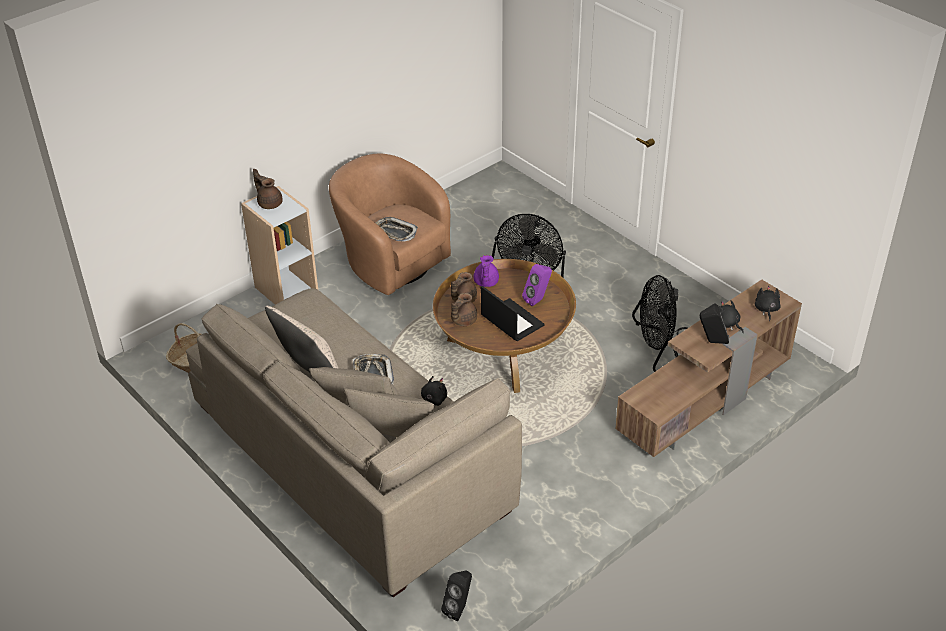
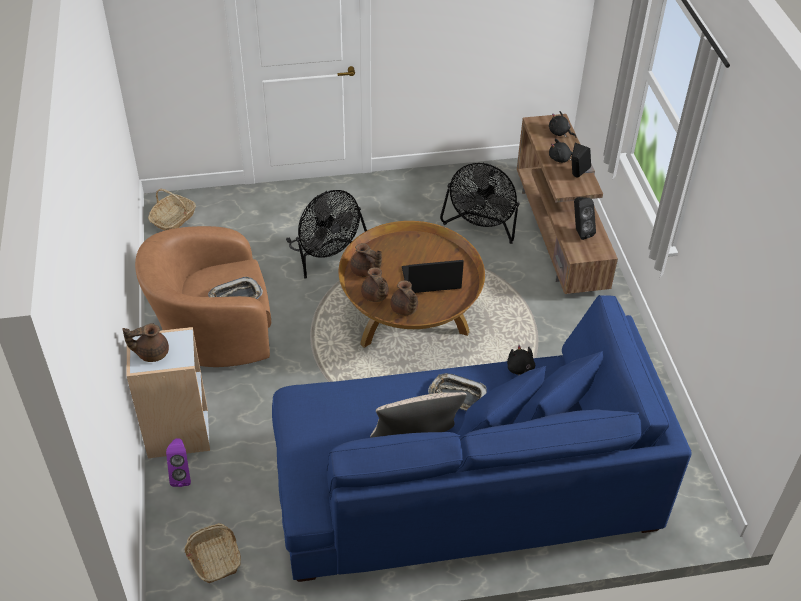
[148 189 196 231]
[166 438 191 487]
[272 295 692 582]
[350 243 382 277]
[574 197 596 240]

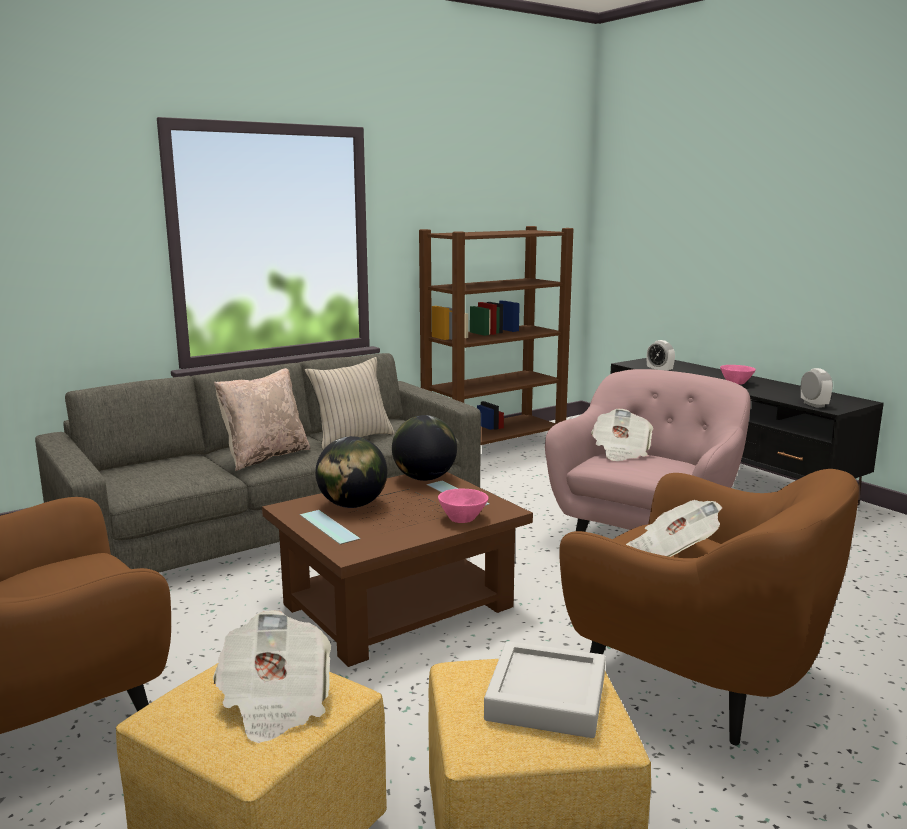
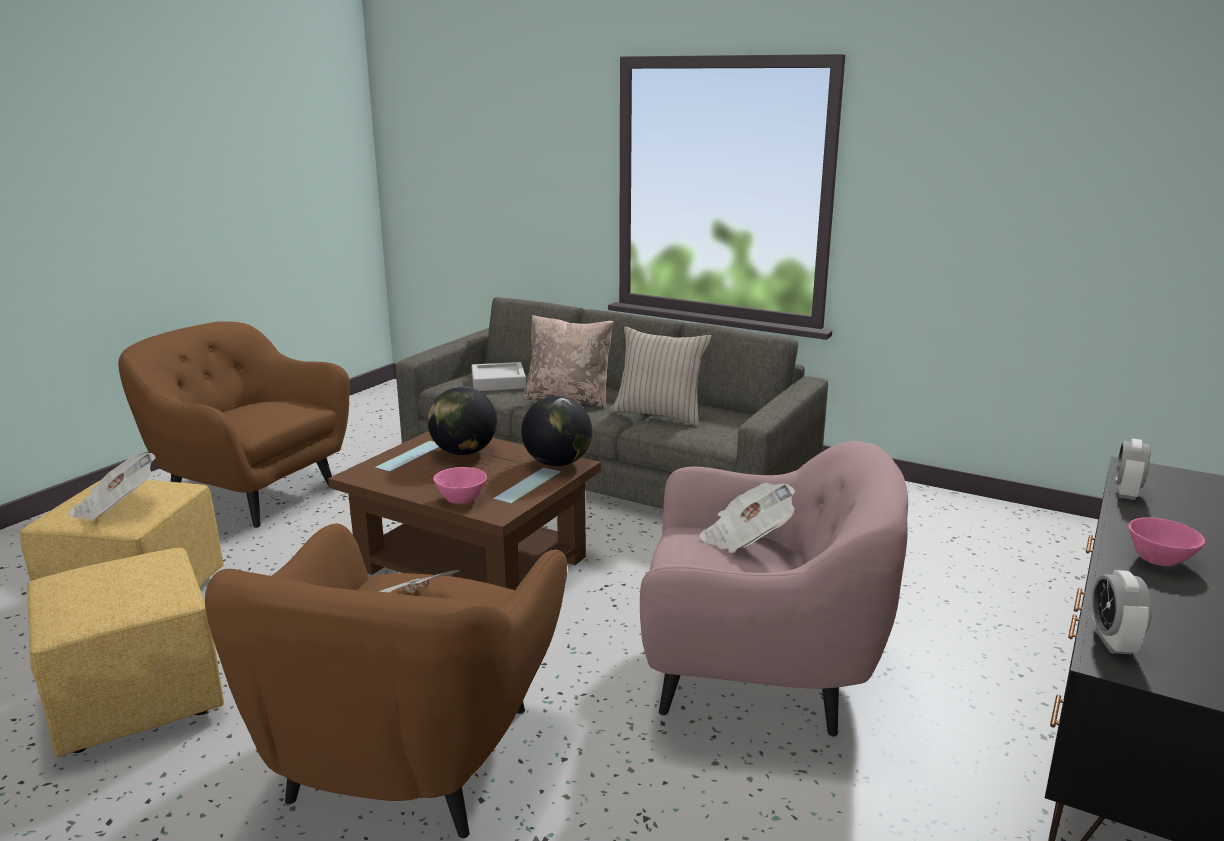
[471 362 526 391]
[1092 570 1152 654]
[419 226 573 445] (first image)

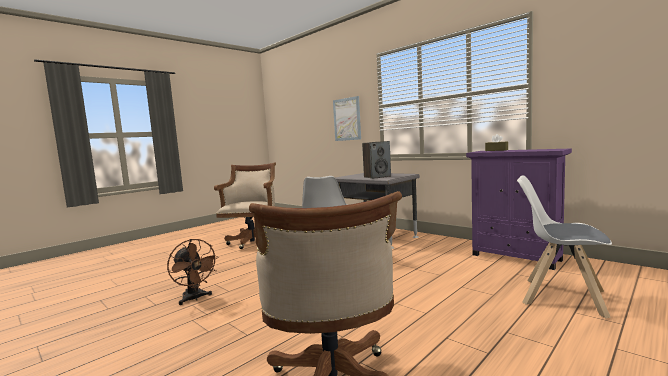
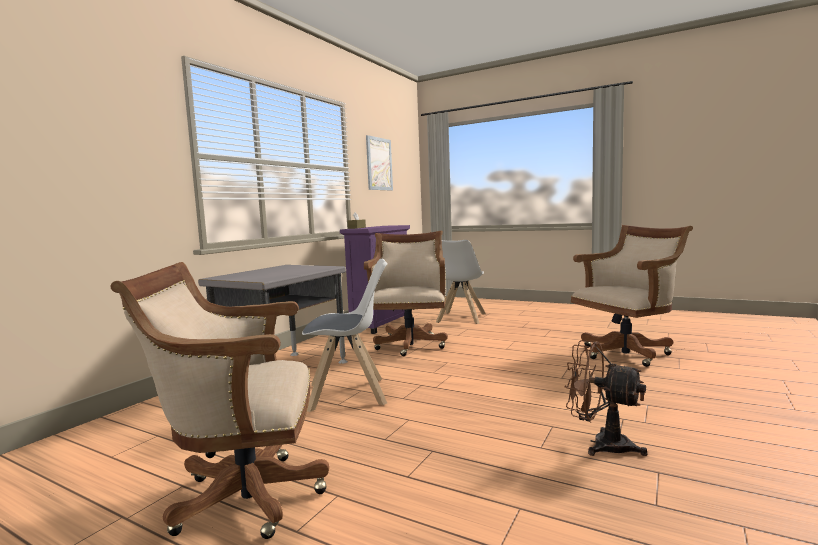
[364 231 448 356]
[366 135 393 191]
[565 340 647 456]
[362 141 391 179] (first image)

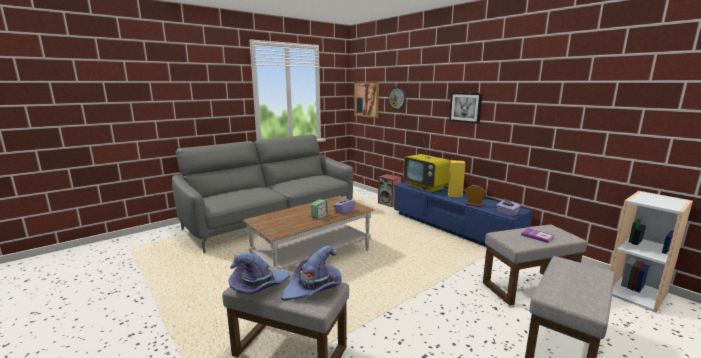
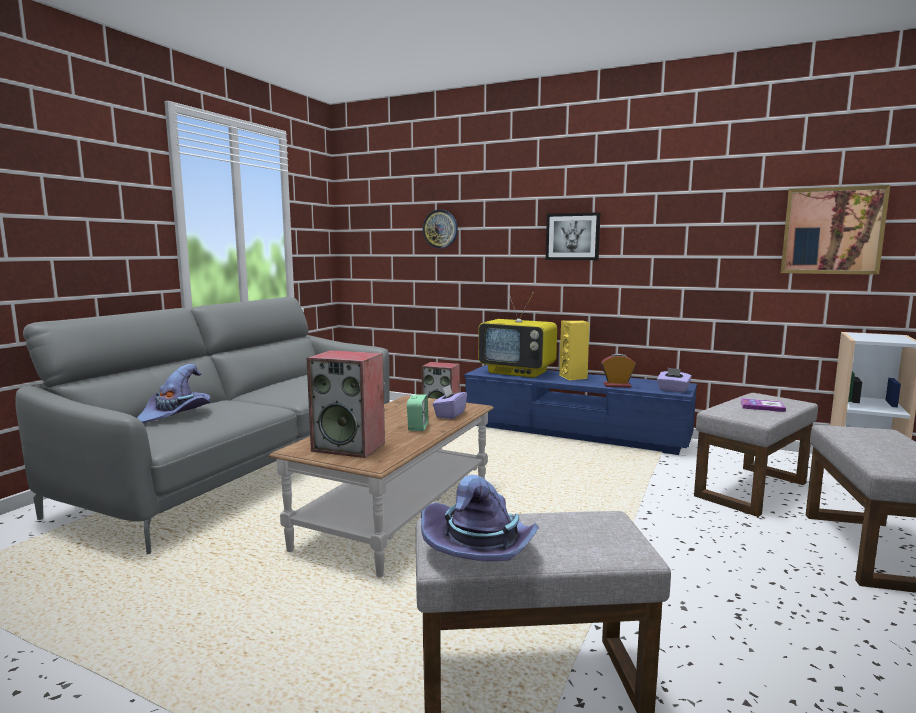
[137 364 210 424]
[307 350 385 458]
[781 185 890 275]

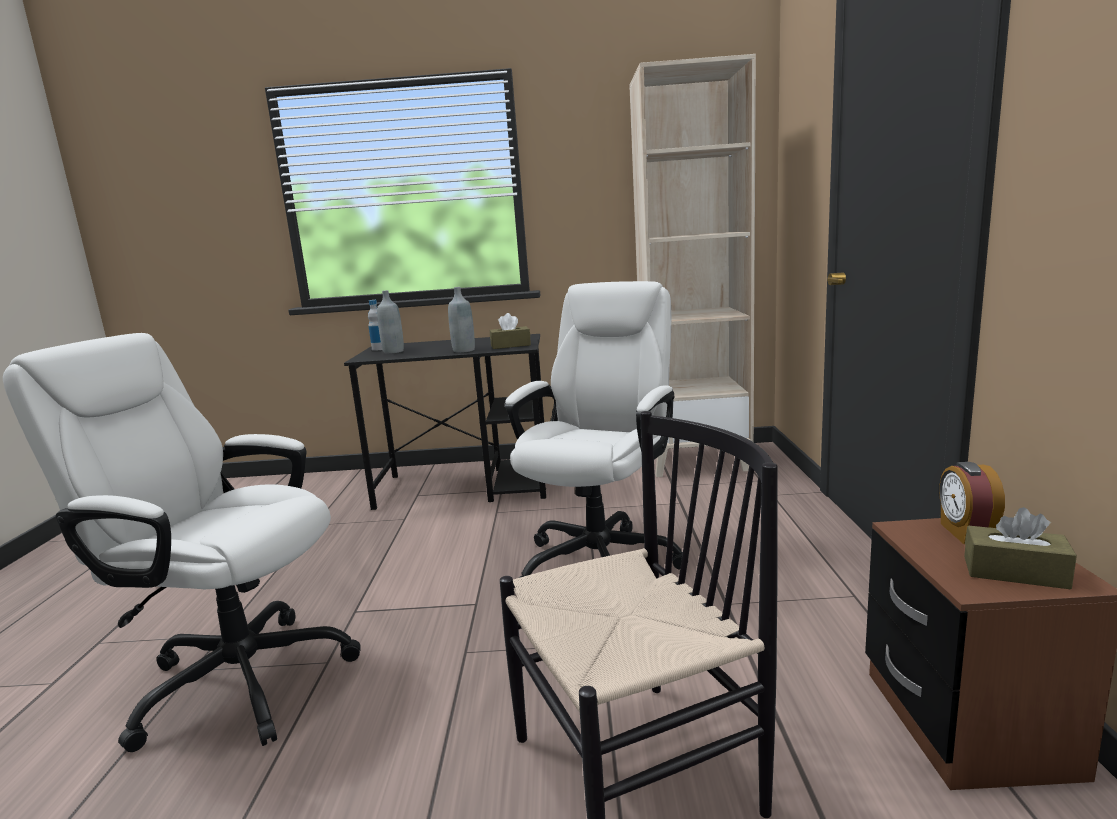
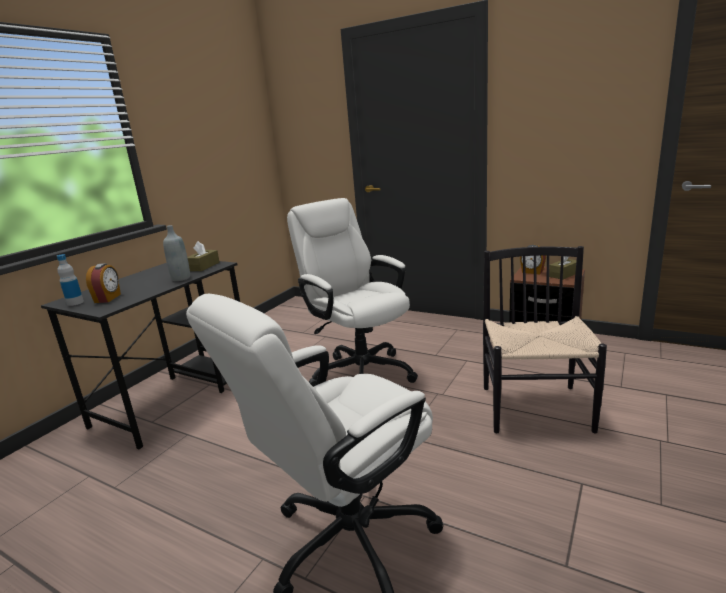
[86 263 121 303]
[629 54 756 477] (first image)

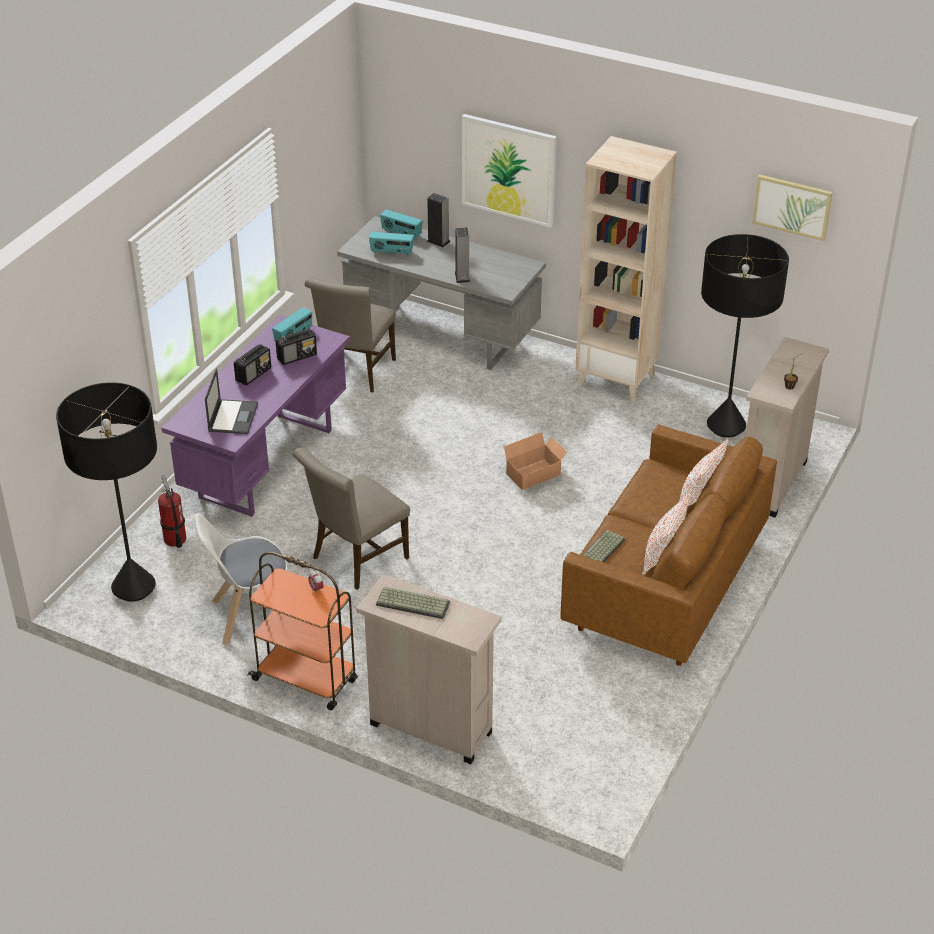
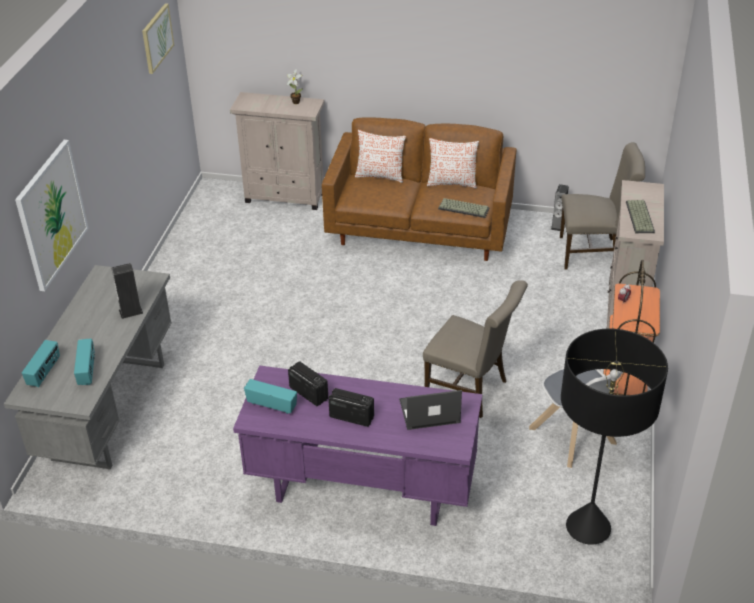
[551 184 569 231]
[560 142 645 270]
[158 475 186 548] (first image)
[502 432 567 490] (first image)
[576 136 677 402] (first image)
[701 234 789 438] (first image)

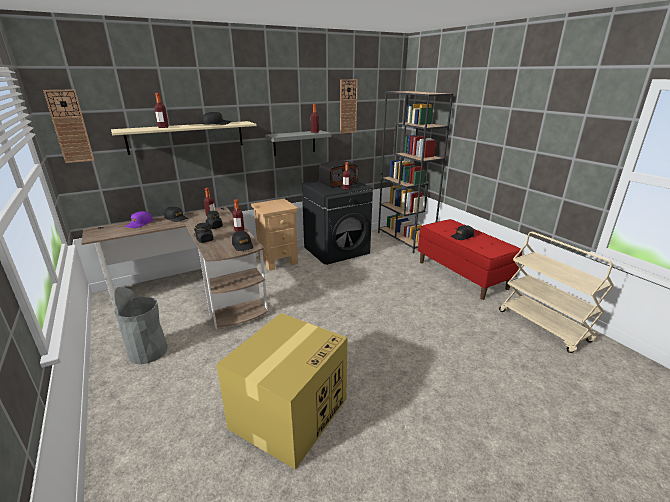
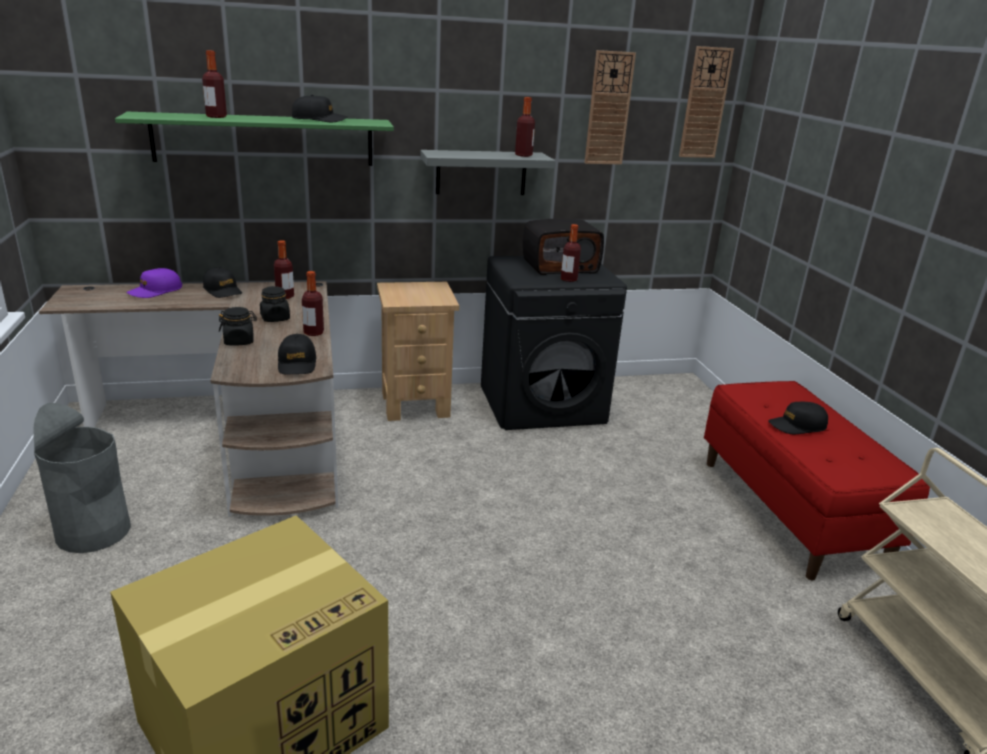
[115 112 394 166]
[679 46 734 158]
[378 91 453 253] (first image)

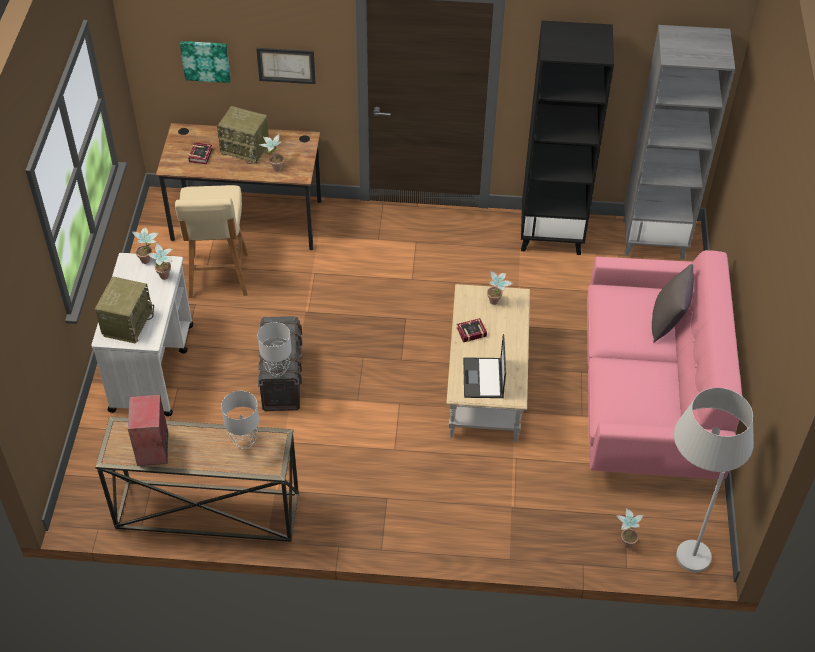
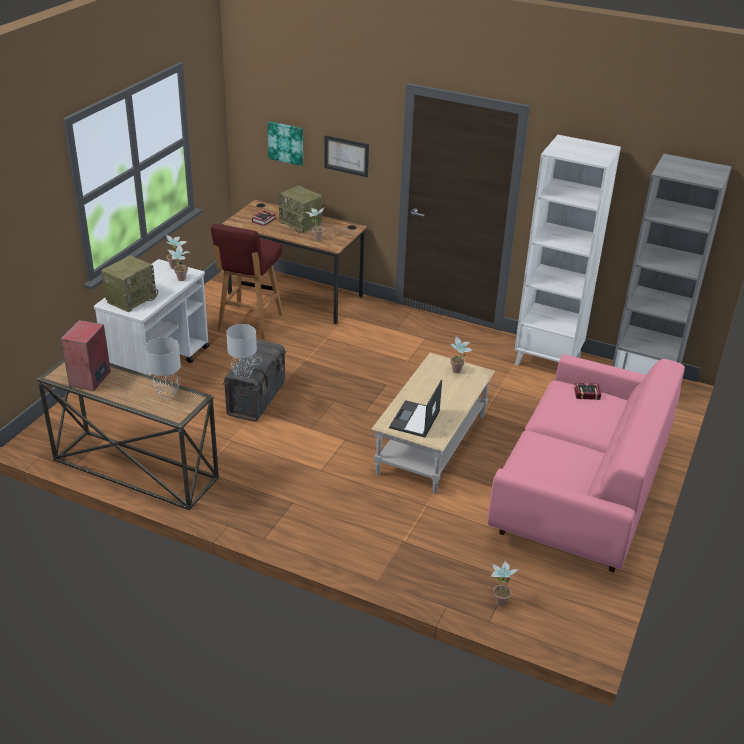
[210 224 283 340]
[515 135 621 365]
[574 383 601 400]
[652 264 694 342] (first image)
[674 388 754 572] (first image)

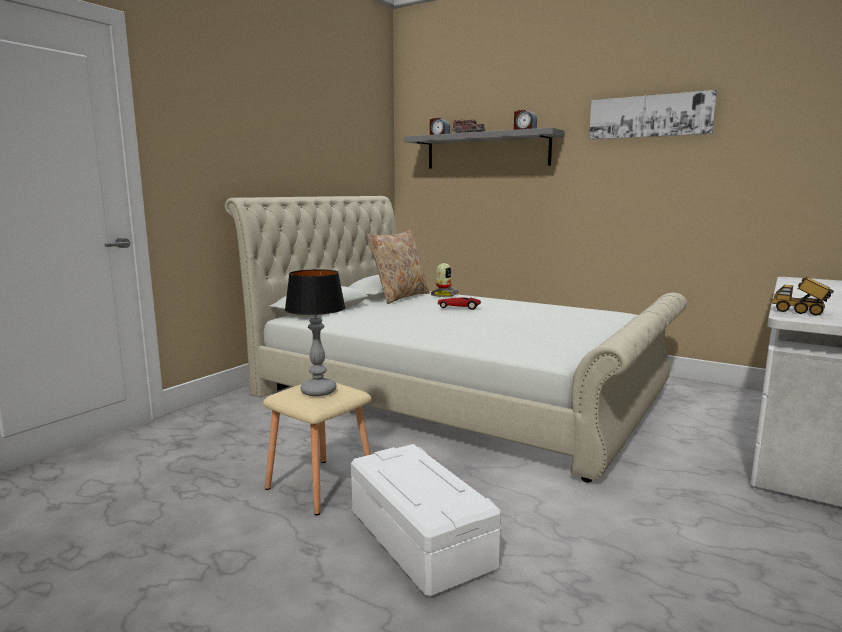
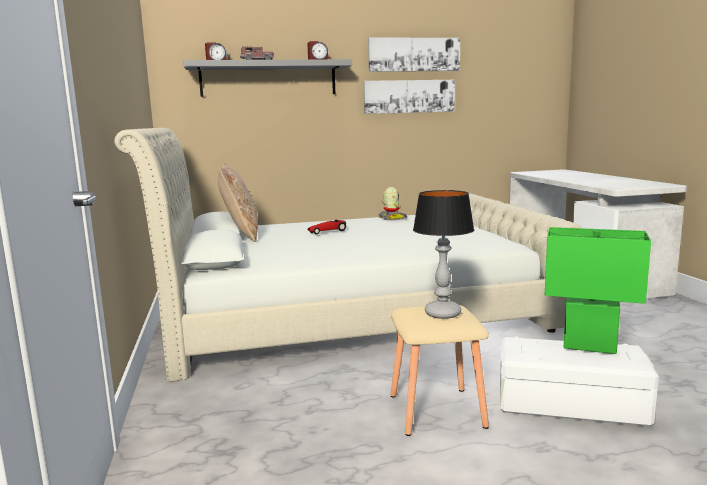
[364 80 455 114]
[378 187 408 220]
[545 227 651 354]
[772 276 834 316] (first image)

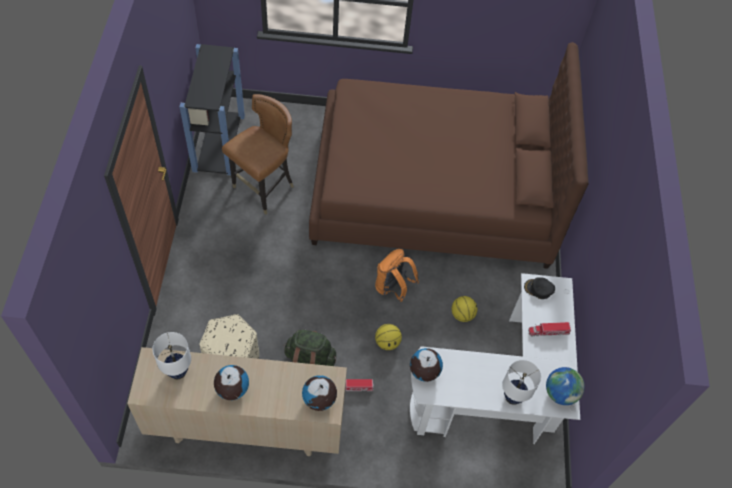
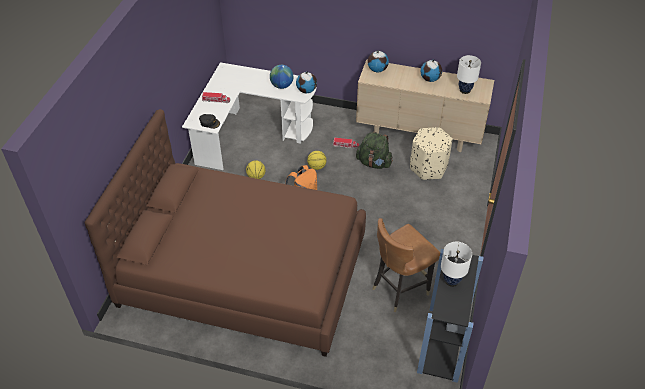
[270 65 293 89]
[441 242 472 287]

